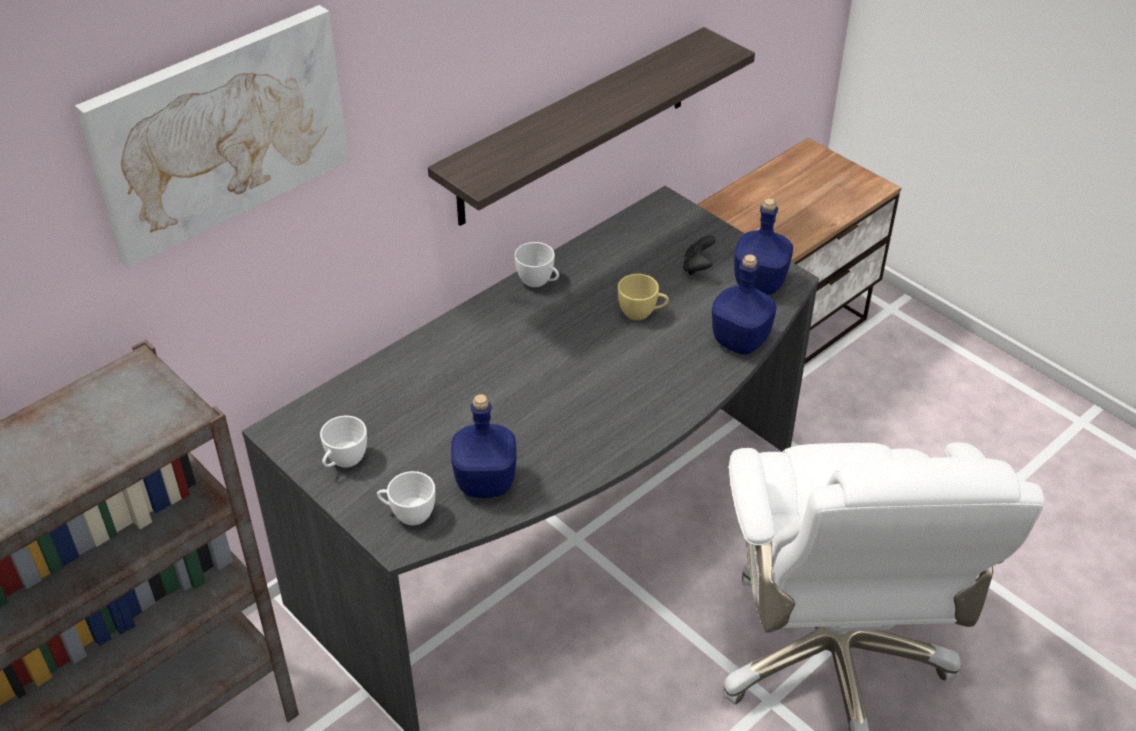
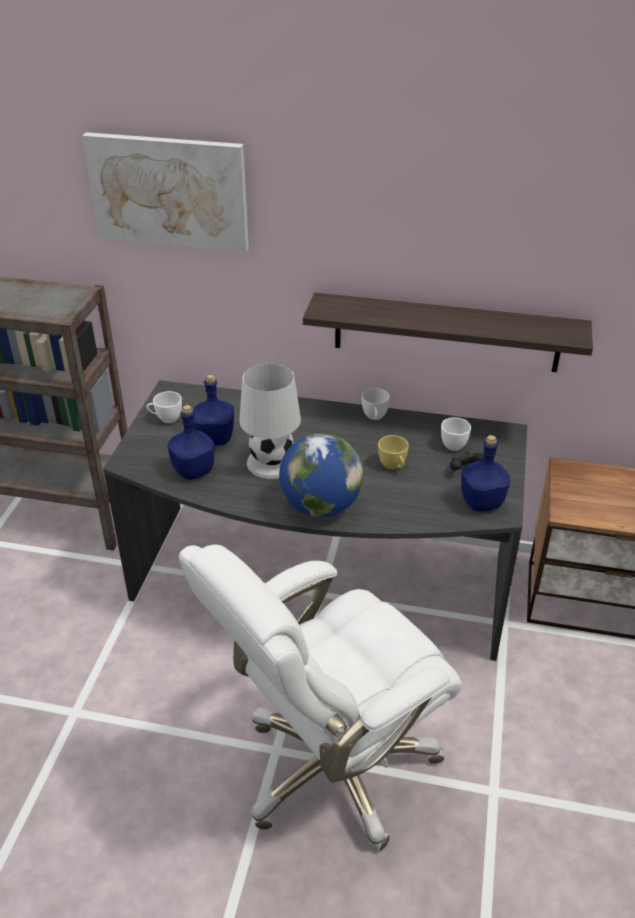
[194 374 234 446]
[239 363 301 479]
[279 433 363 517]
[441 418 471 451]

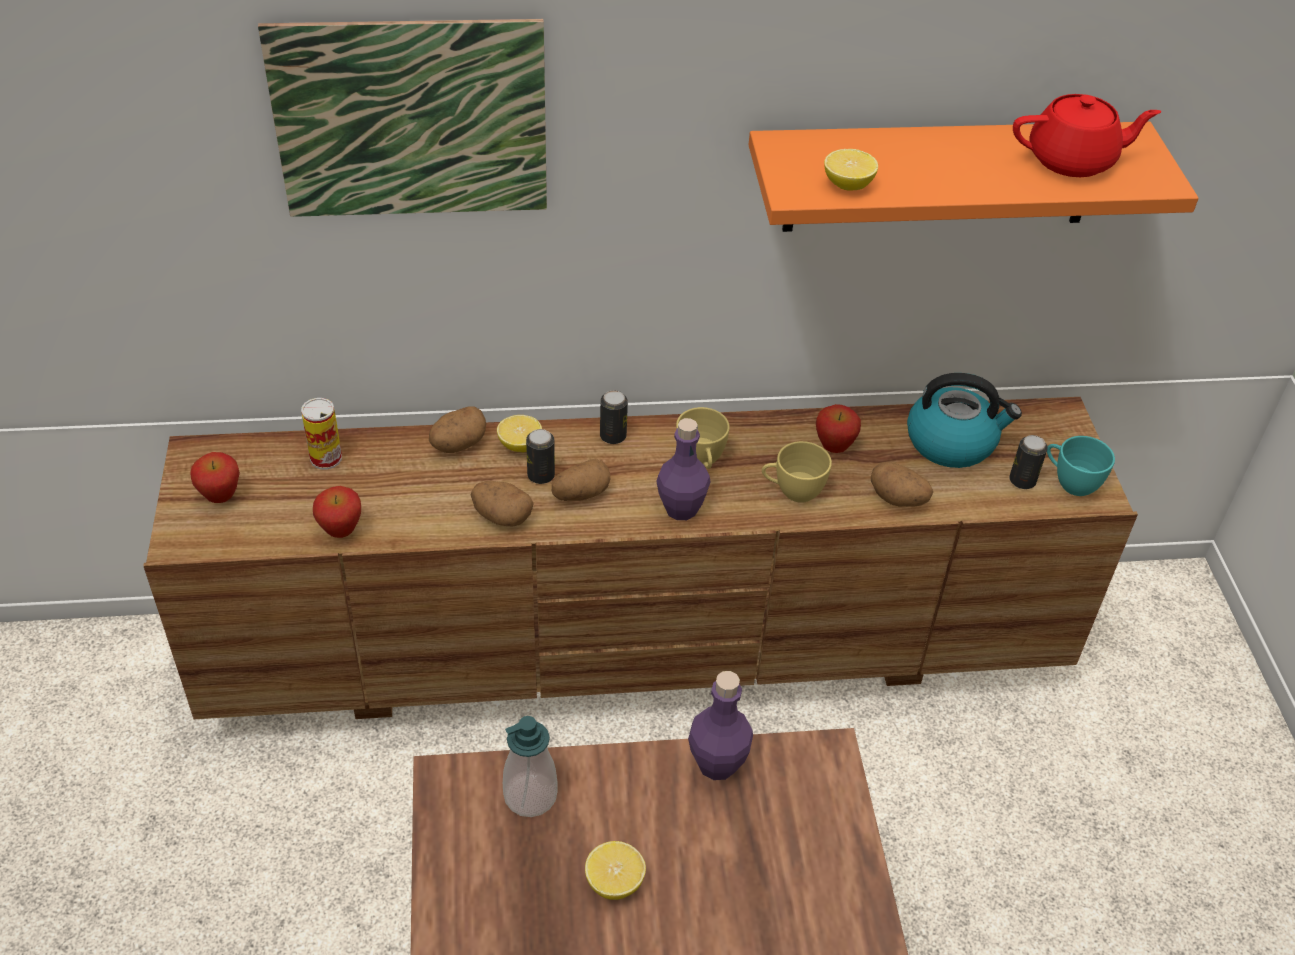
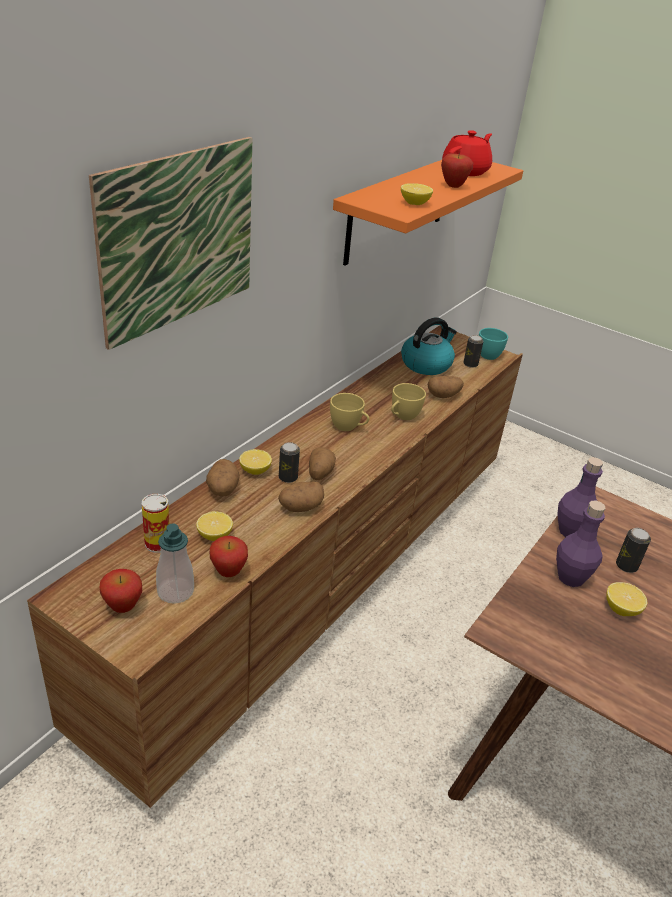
[156 523 194 604]
[196 511 233 541]
[441 153 473 188]
[556 500 605 587]
[616 528 651 573]

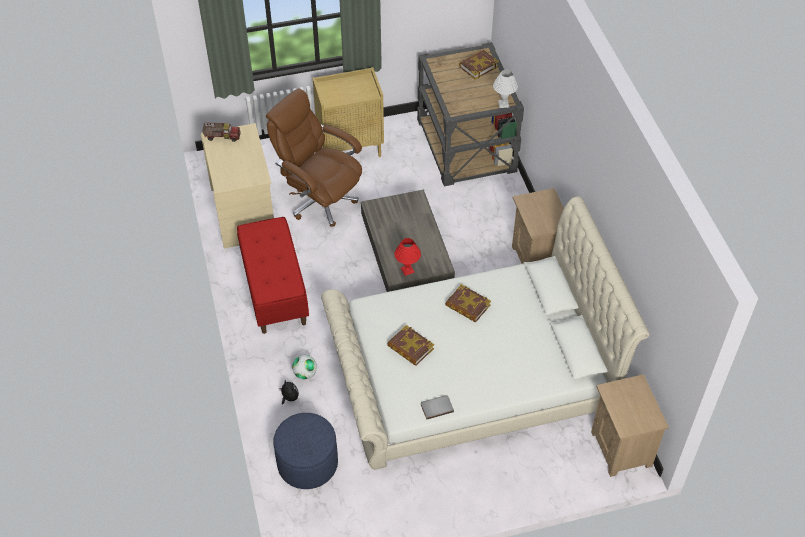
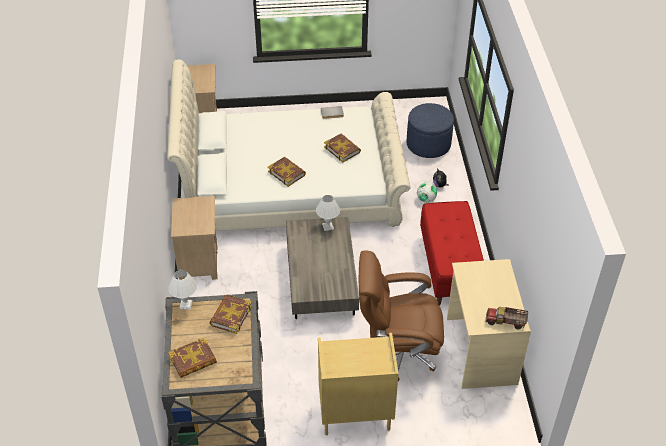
[210 294 252 334]
[316 195 340 231]
[359 251 444 381]

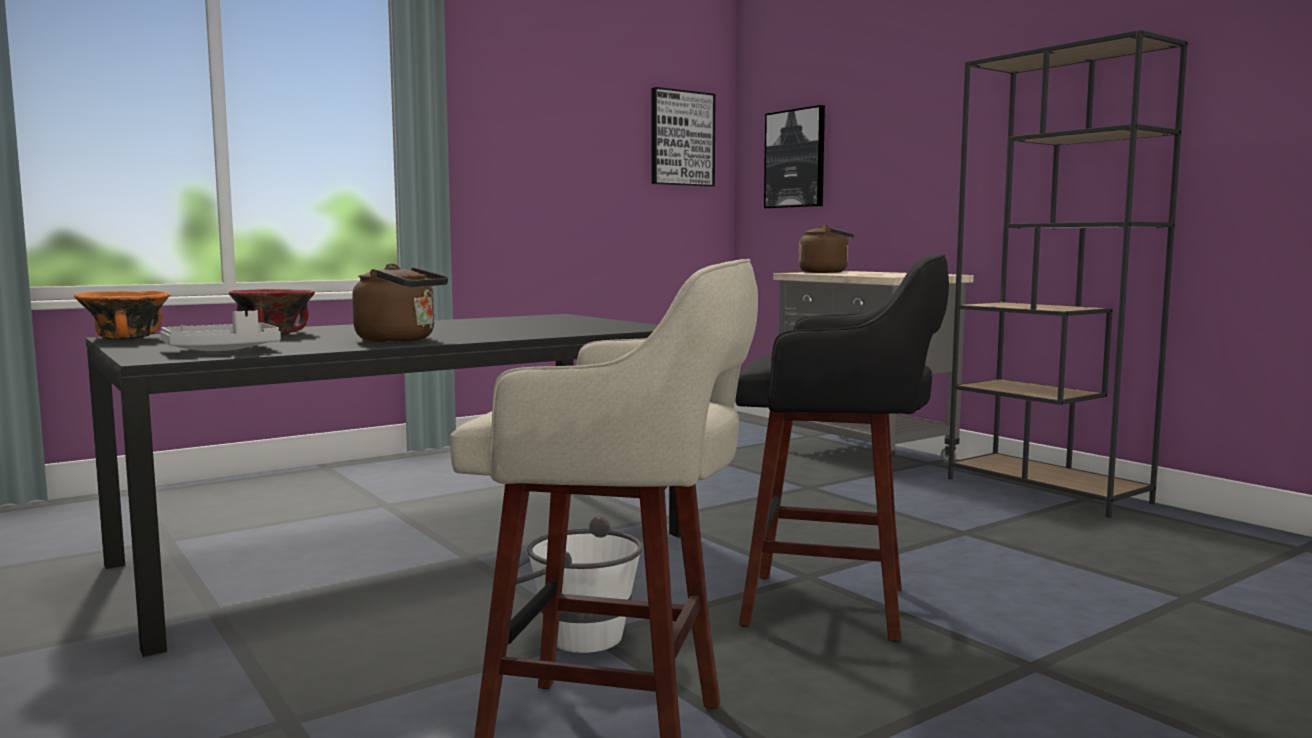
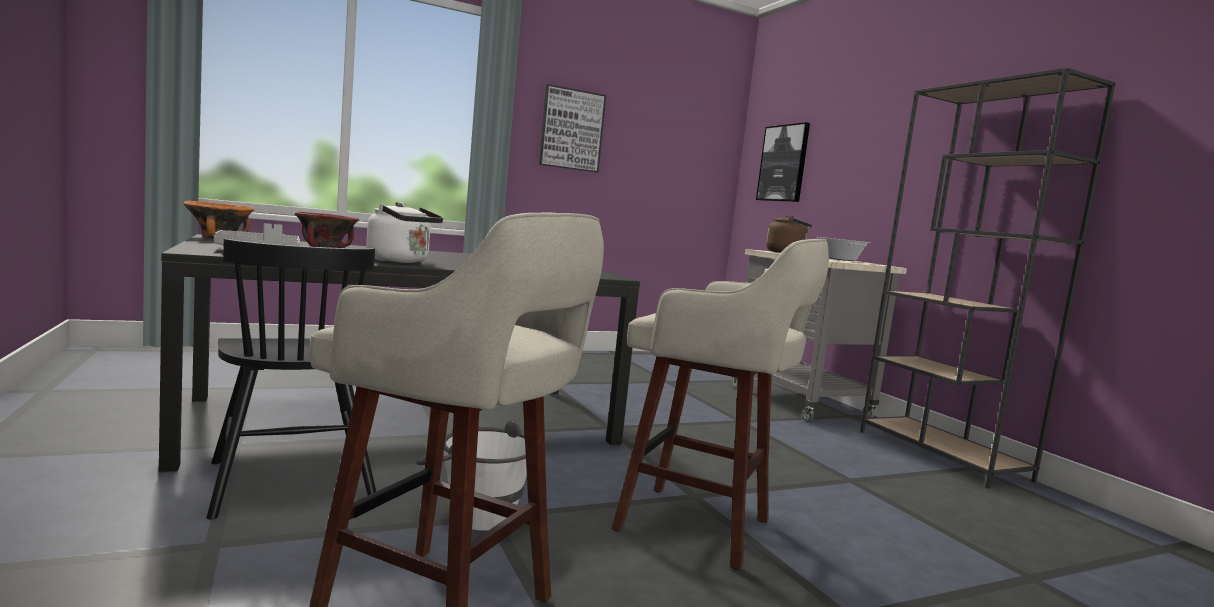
[207 238 376 520]
[366 202 443 263]
[539 84 606 172]
[612 239 829 570]
[817 237 871 261]

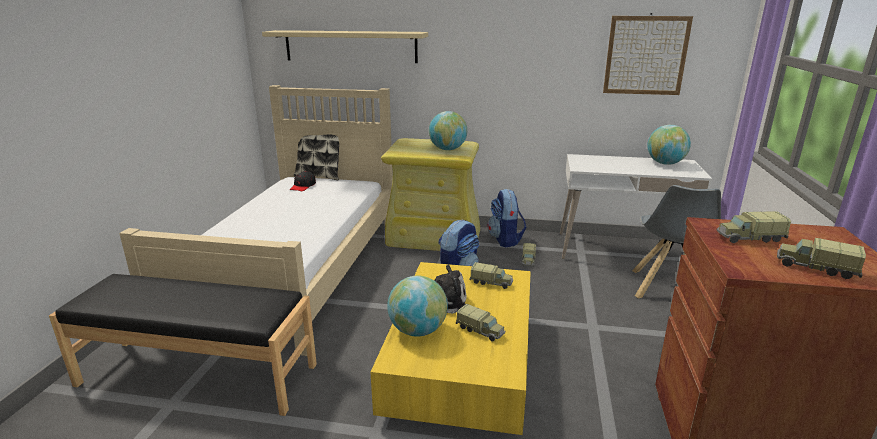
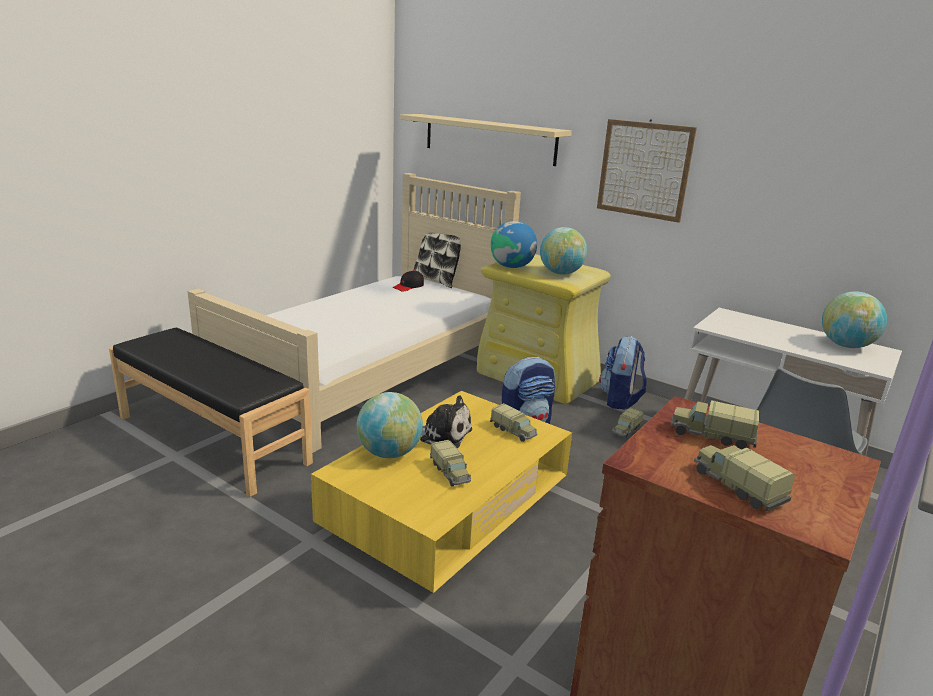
[491 221 537 268]
[597 119 697 223]

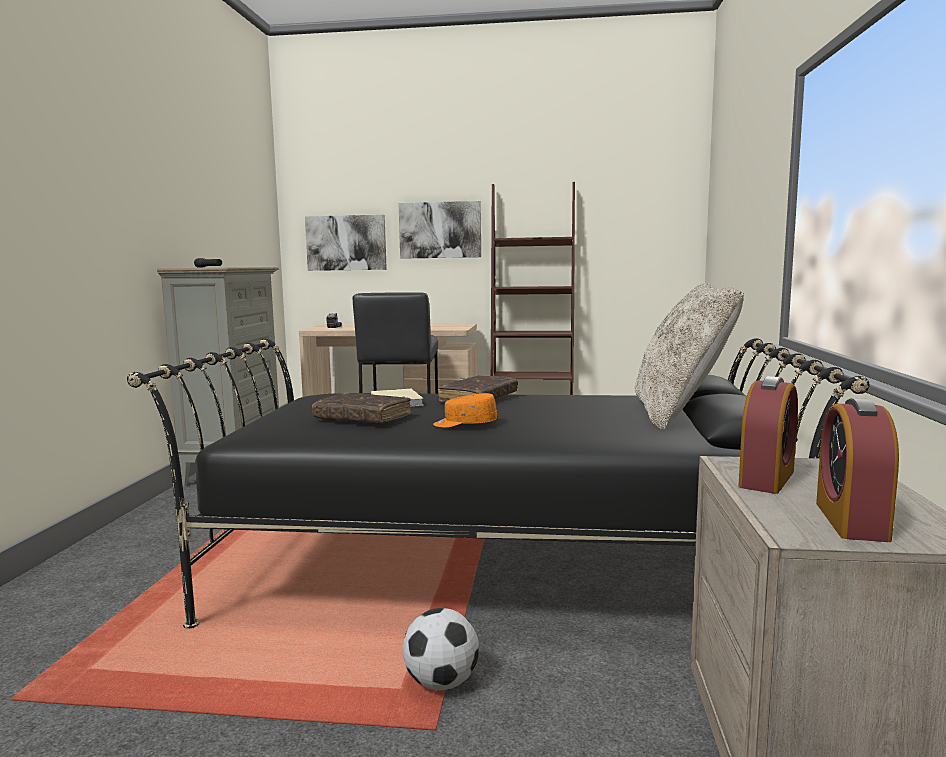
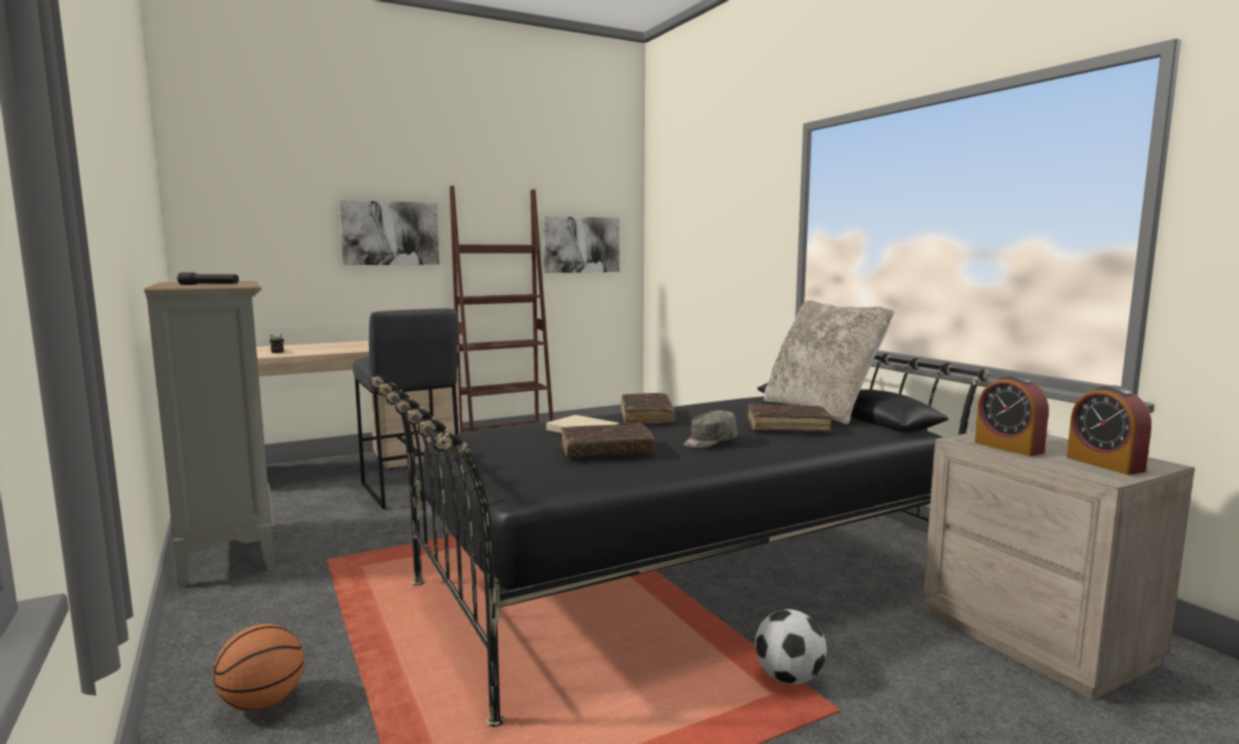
[213 624 304 711]
[543 216 619 273]
[683 410 737 448]
[747 403 832 432]
[975 375 1049 457]

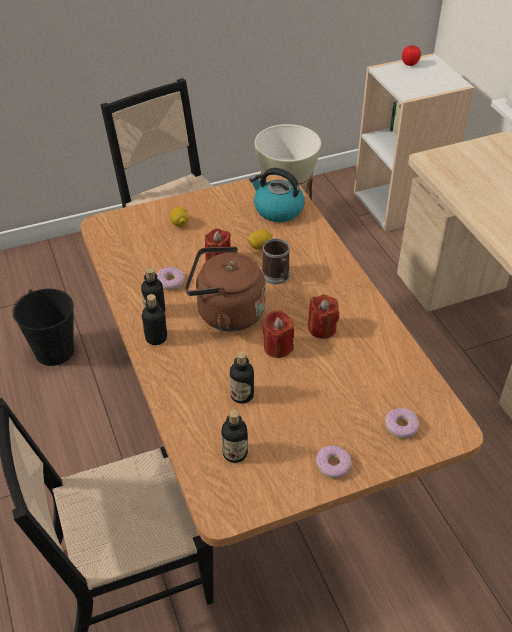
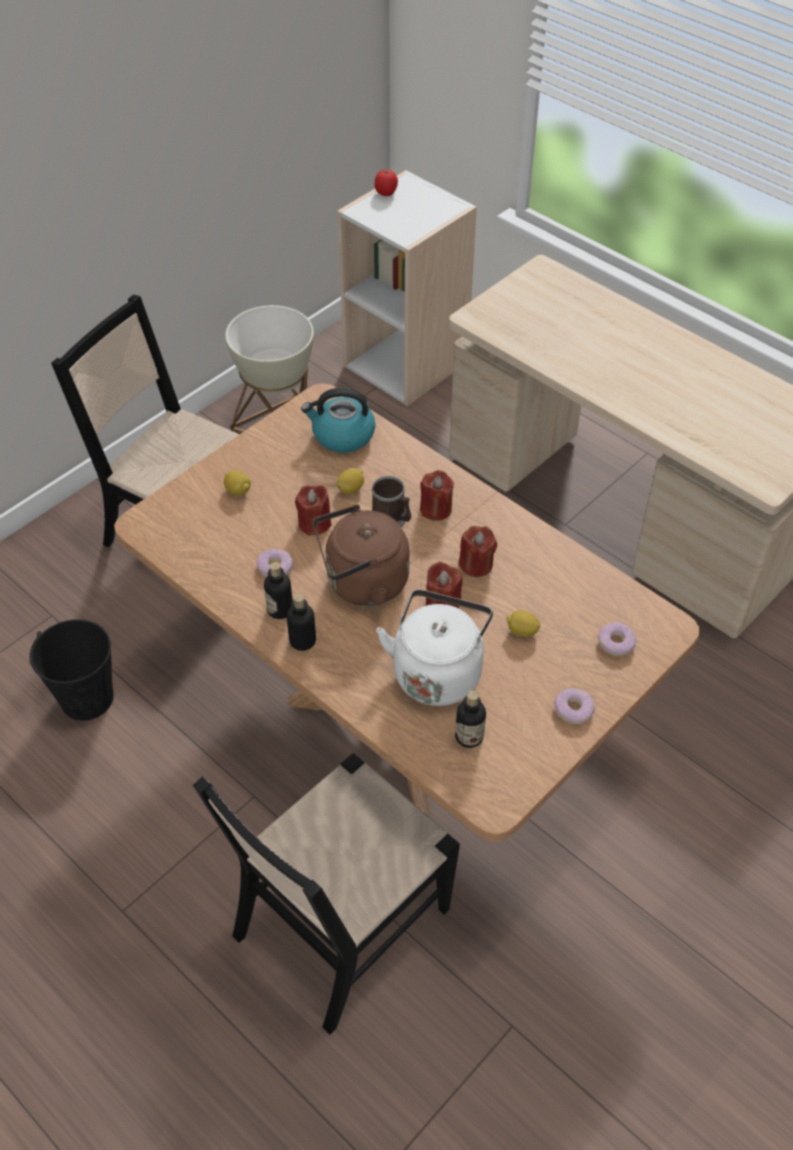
[376 589 493 706]
[420 470 454 521]
[506 610 540 637]

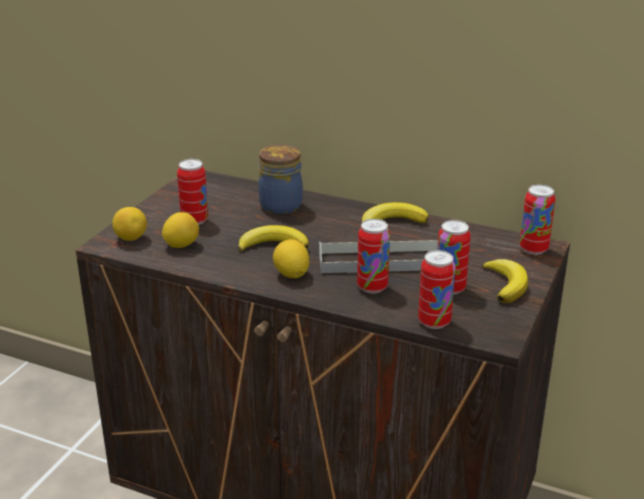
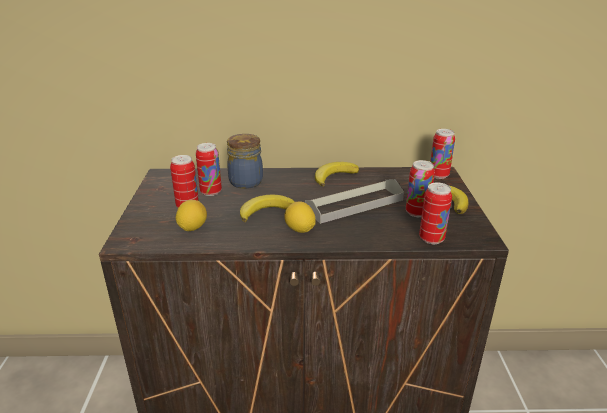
[196 143 222 196]
[112 207 147 241] (first image)

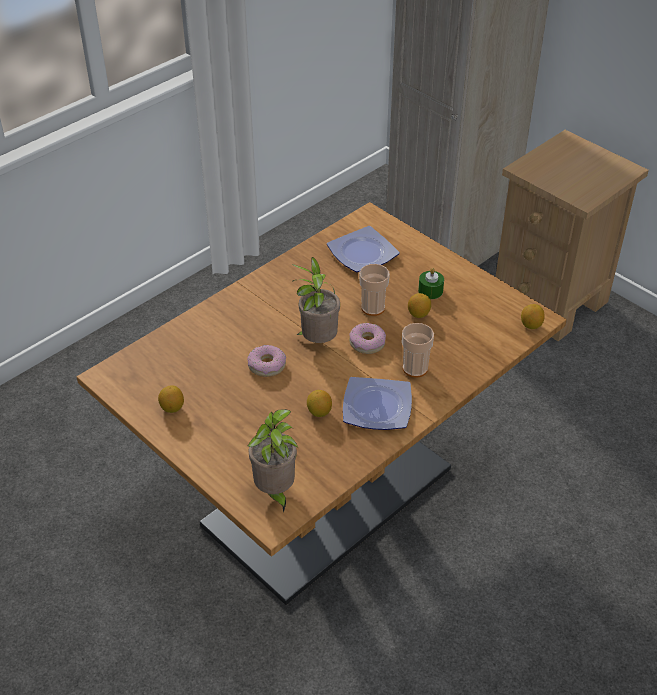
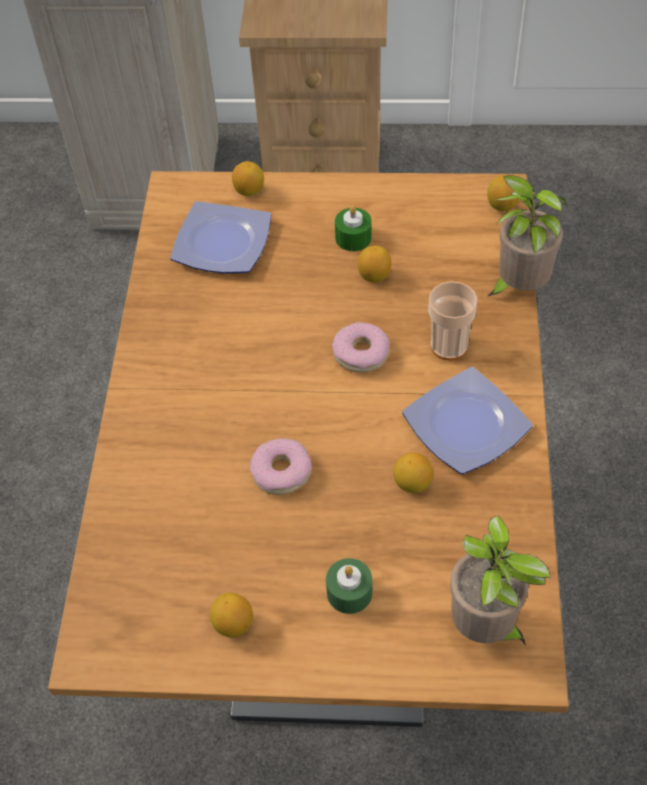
[232 161 264 196]
[326 558 372 614]
[488 175 568 296]
[359 264 390 316] (first image)

